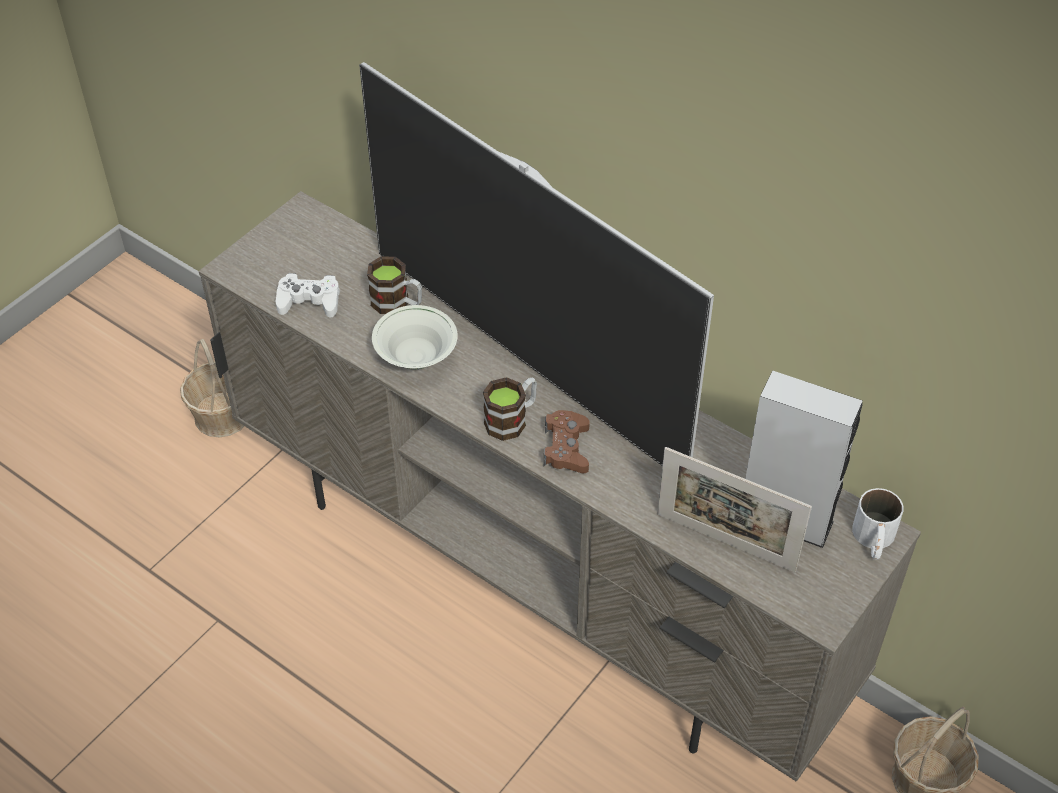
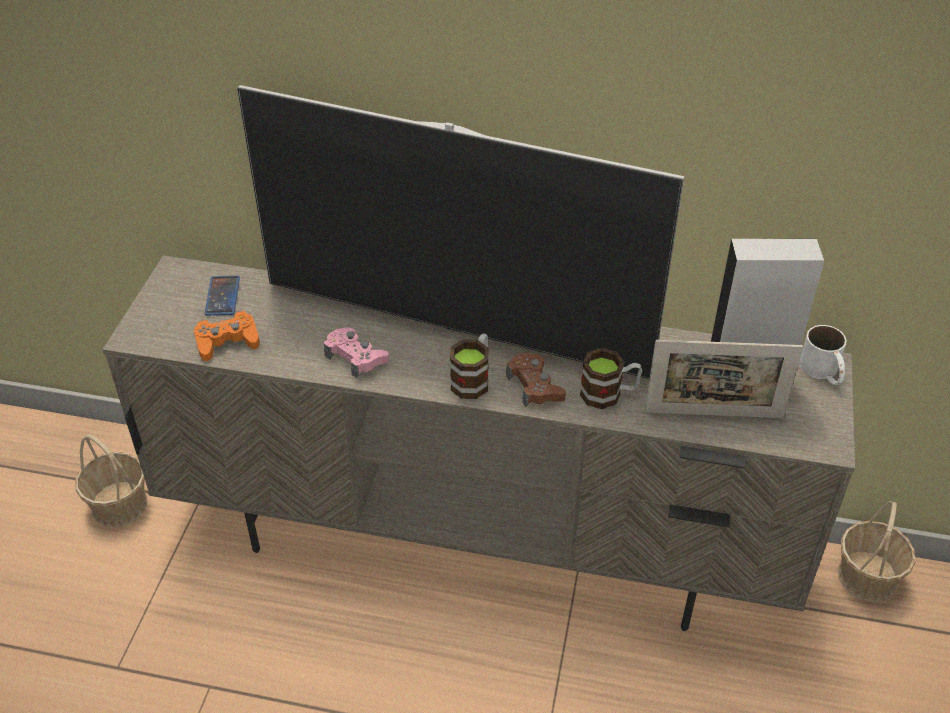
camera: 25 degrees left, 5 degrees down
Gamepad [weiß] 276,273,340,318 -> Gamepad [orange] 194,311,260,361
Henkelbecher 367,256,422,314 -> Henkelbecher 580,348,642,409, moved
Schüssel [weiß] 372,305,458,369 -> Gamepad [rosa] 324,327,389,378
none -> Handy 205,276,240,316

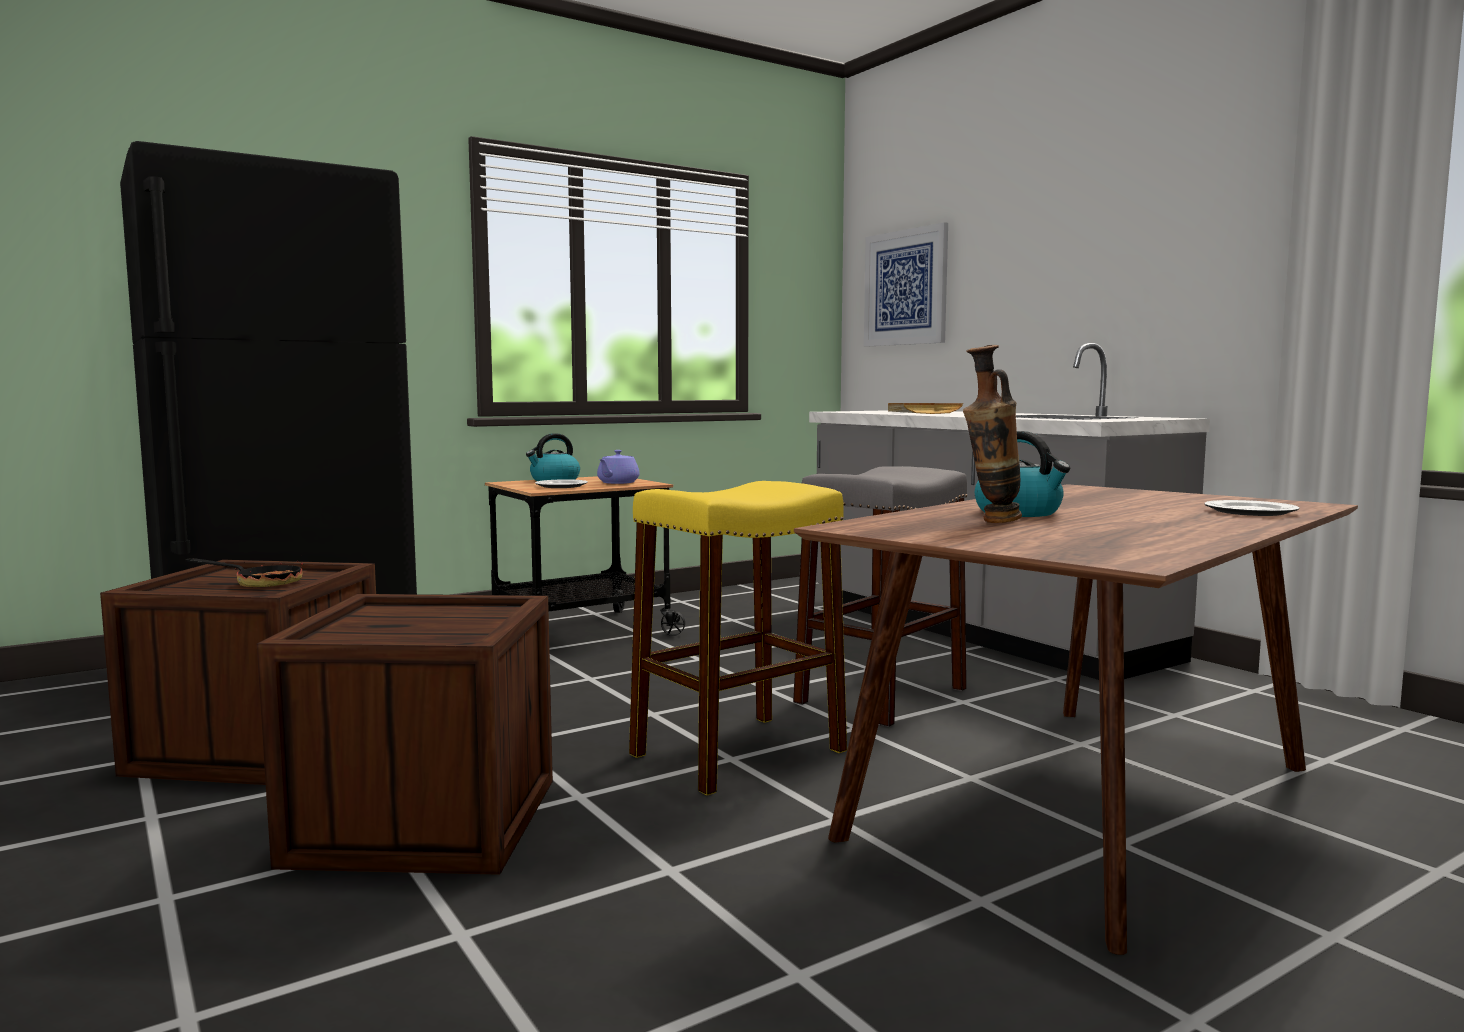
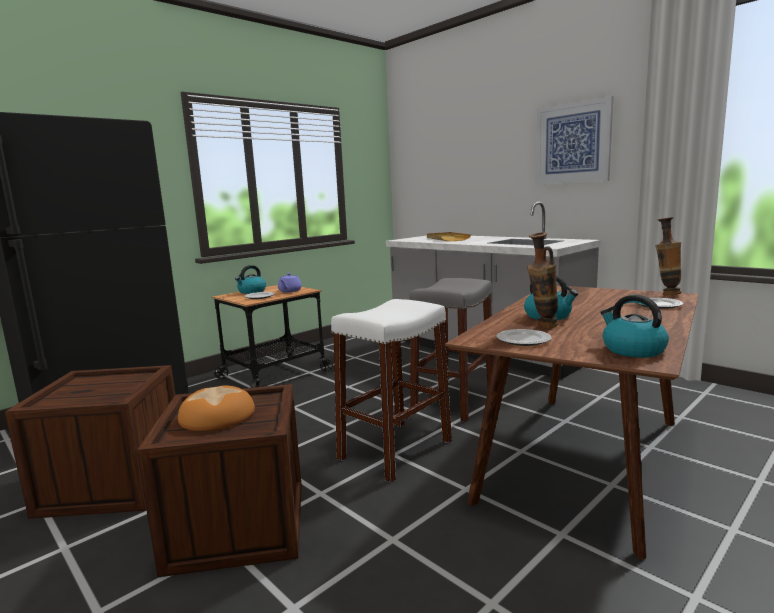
camera: 10 degrees left, 5 degrees up
Pfanne 185,558,303,587 -> none
Hocker [gelb] 629,481,847,795 -> Hocker [weiß] 331,299,452,483
Bild 864,222,948,347 -> Bild 536,96,613,185, moved
none -> Brot 178,385,255,431
none -> Teller 496,329,552,346
none -> Wasserkessel 600,295,669,358
none -> Vase 655,217,682,295

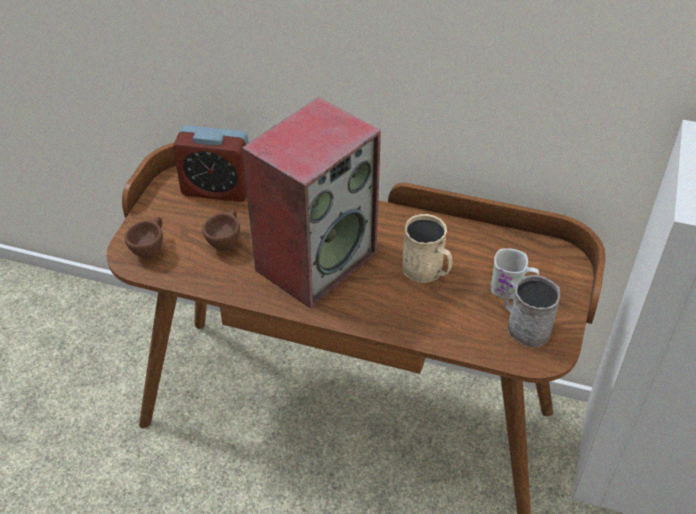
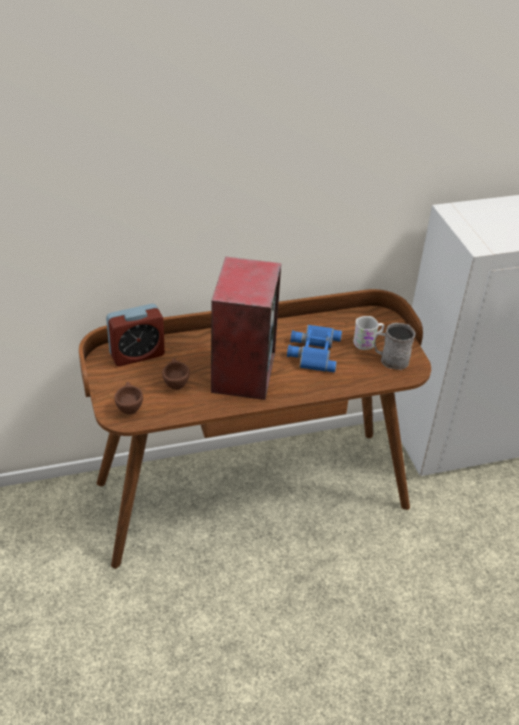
camera: 35 degrees left, 5 degrees down
Henkelbecher [beige] 402,214,453,283 -> Fernglas [blau] 287,325,342,372

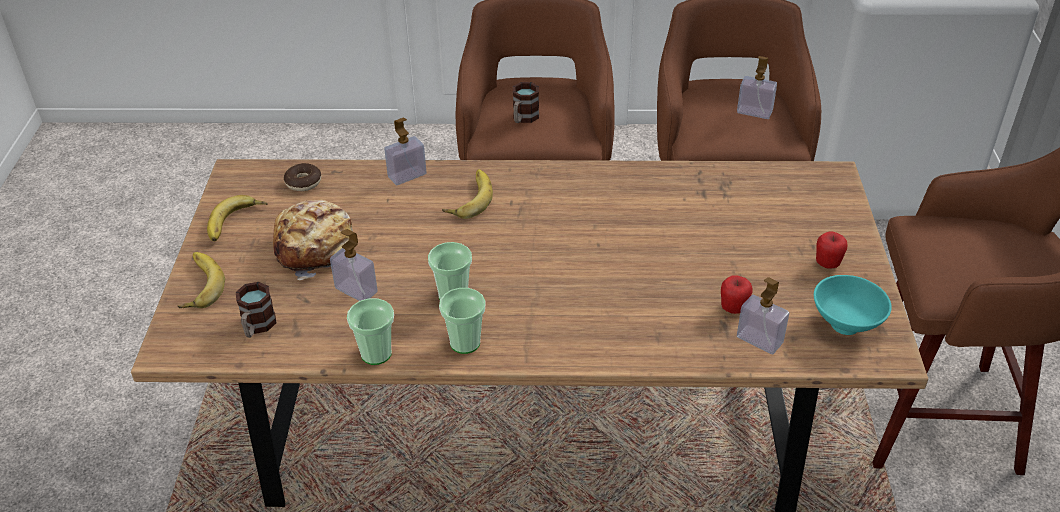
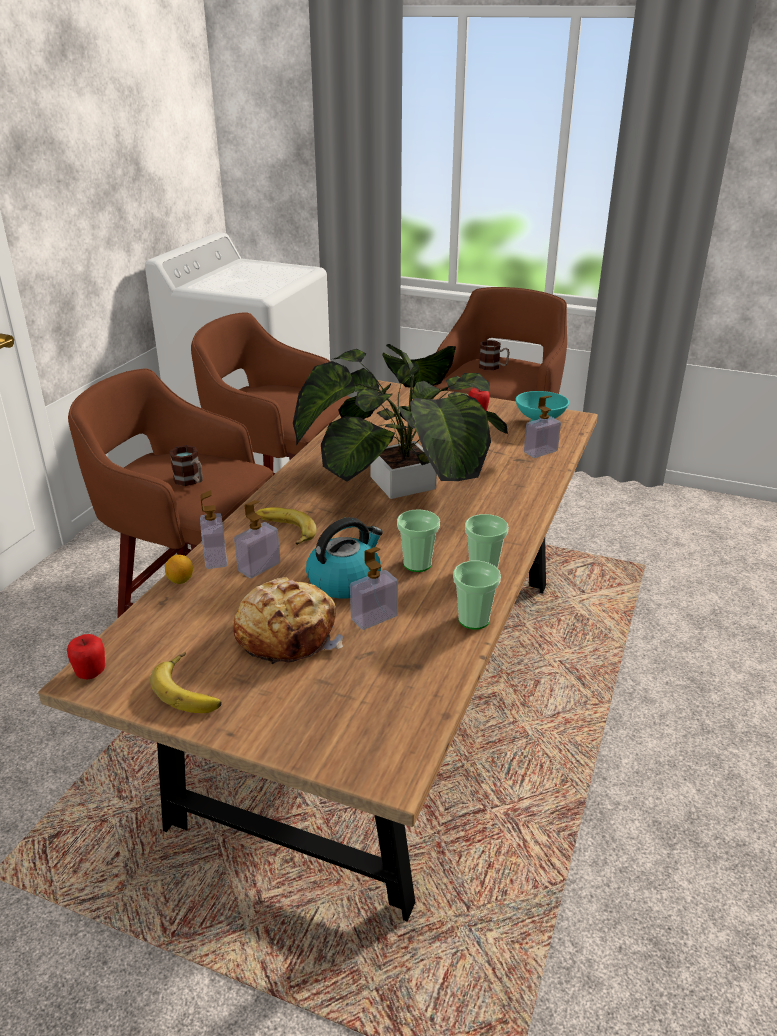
camera: 70 degrees left, 10 degrees down
Banane 178,252,225,308 -> none
Henkelbecher 236,282,276,338 -> Henkelbecher 479,340,510,370, moved
Donut 283,163,321,191 -> none
Apfel 721,275,752,314 -> Apfel 67,634,105,679, moved
Seifenspender 737,56,777,119 -> Seifenspender 234,500,280,578, moved
none -> Zitrone 165,555,193,584
none -> Topfpflanze 293,344,508,499
none -> Wasserkessel 306,517,383,599

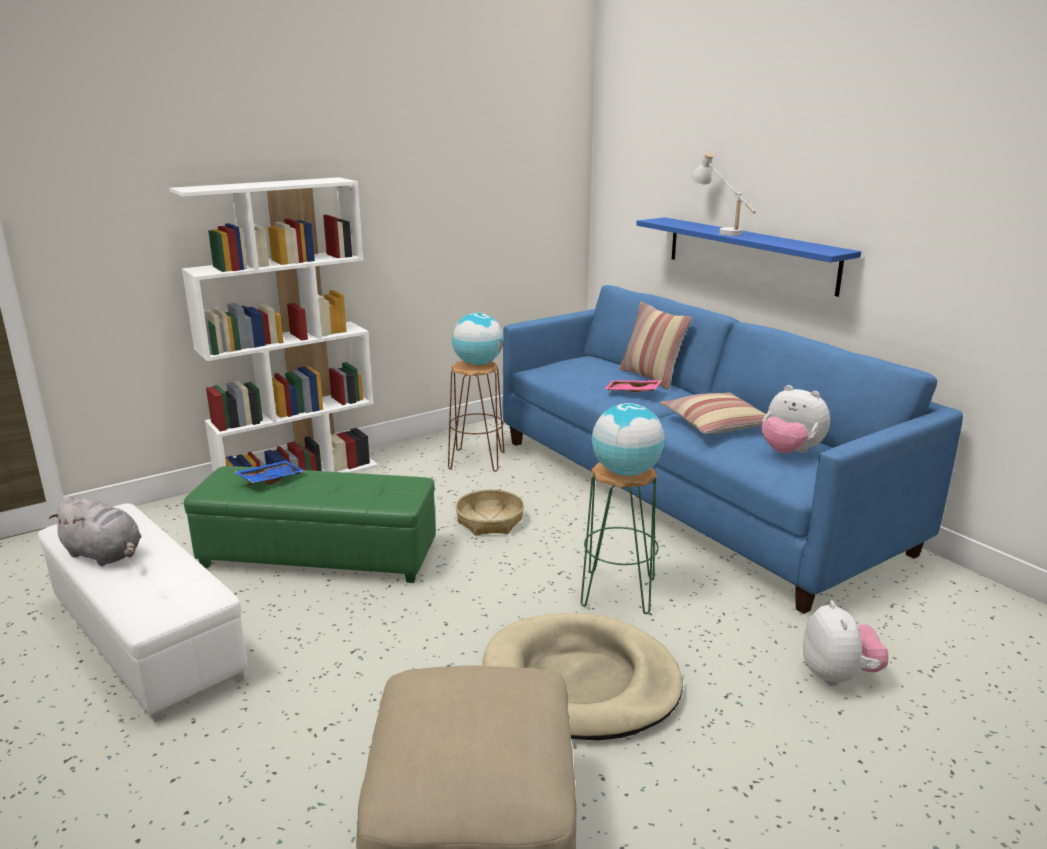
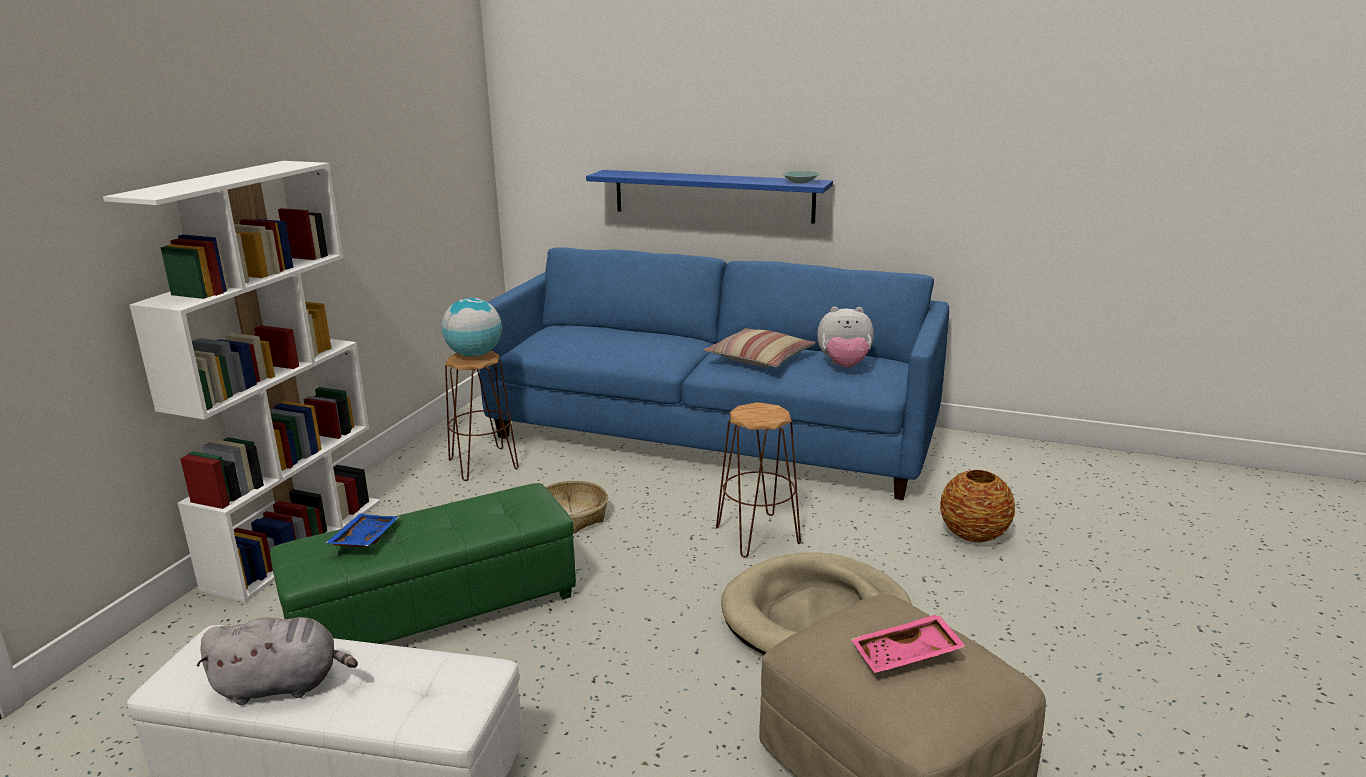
camera: 35 degrees left, 0 degrees up
Hocker [grün] 581,462,659,614 -> Hocker [braun] 716,402,801,558
Globus 592,403,665,476 -> none
Tablett [rosa] 604,380,662,392 -> Tablett [rosa] 851,614,966,673, moved
Kissen 619,302,692,390 -> none
Tischlampe [weiß] 691,153,756,236 -> none
Plüschtier 803,600,888,686 -> Vase 940,470,1015,543
none -> Schüssel [türkis] 782,170,820,183

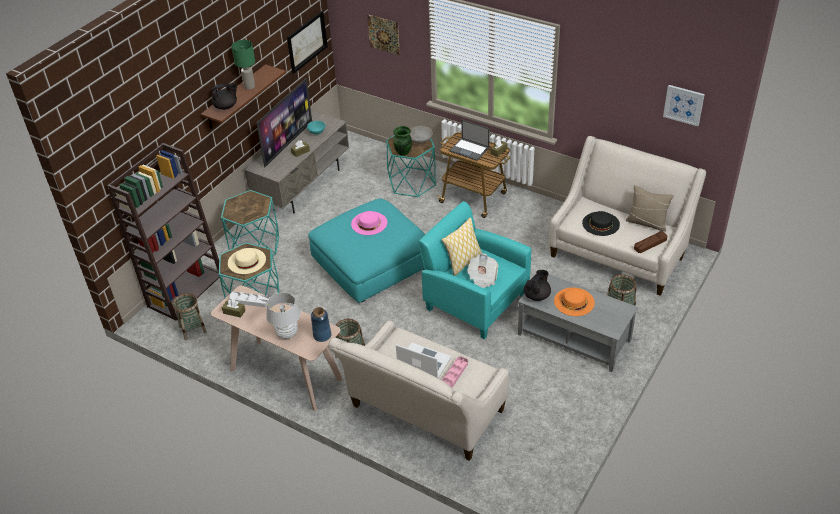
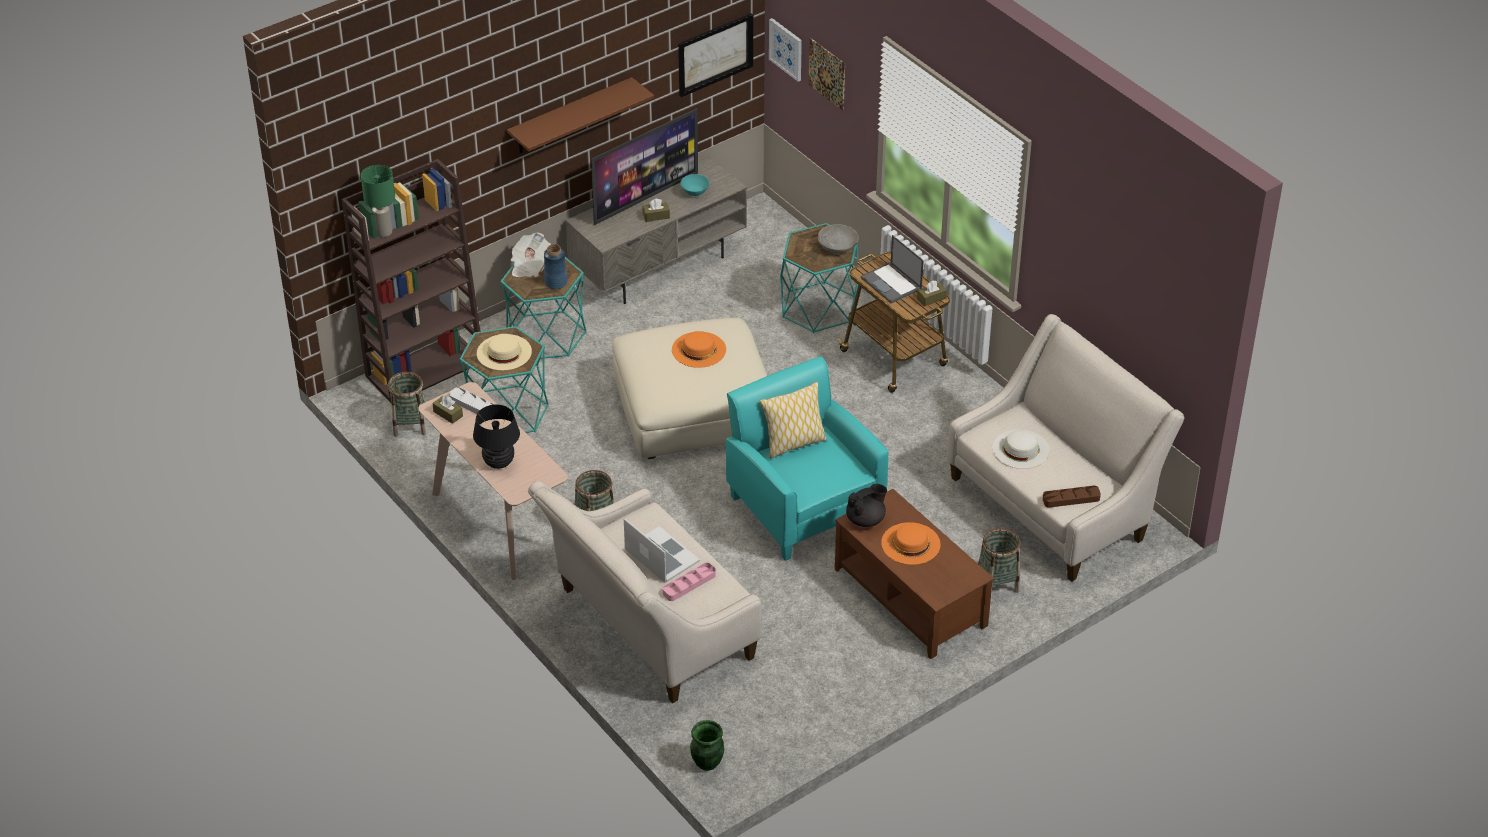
camera: 20 degrees right, 0 degrees up
Teekanne [schwarz] 211,83,237,110 -> none
Tischlampe [grün] 231,40,255,90 -> Tischlampe [grün] 361,165,395,237, moved
Tischlampe [weiß] 266,293,301,339 -> Tischlampe [schwarz] 473,404,520,469
Polsterhocker [türkis] 308,198,425,303 -> Polsterhocker [beige] 612,318,767,459
Vase [blau] 311,307,332,342 -> Vase [blau] 544,244,568,290, moved
Hut [rosa] 351,211,387,235 -> Hut [orange] 672,331,726,368
Vase [grün] 393,126,412,156 -> Vase [grün] 690,720,724,771, moved
Zeitung 467,253,499,288 -> Zeitung 511,233,551,277, moved
Couchtisch [grau] 518,274,638,372 -> Couchtisch [braun] 835,489,994,659
Hut [schwarz] 582,211,620,236 -> Hut [weiß] 992,429,1050,469
Kissen [beige] 626,185,674,232 -> none
Bild 663,85,705,126 -> Bild 769,18,802,82, moved

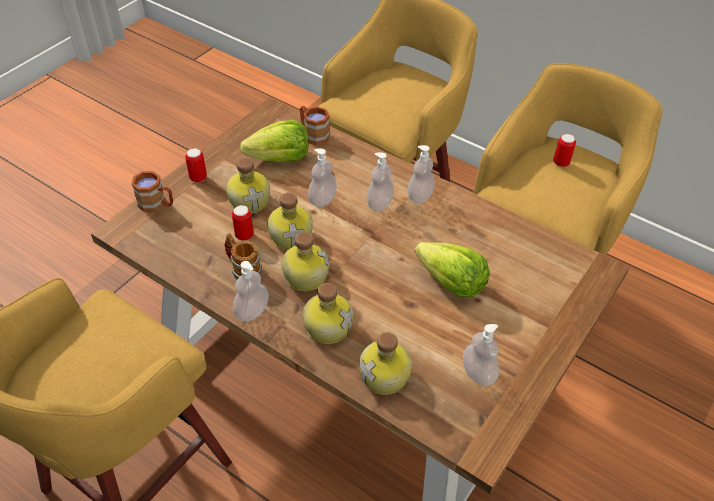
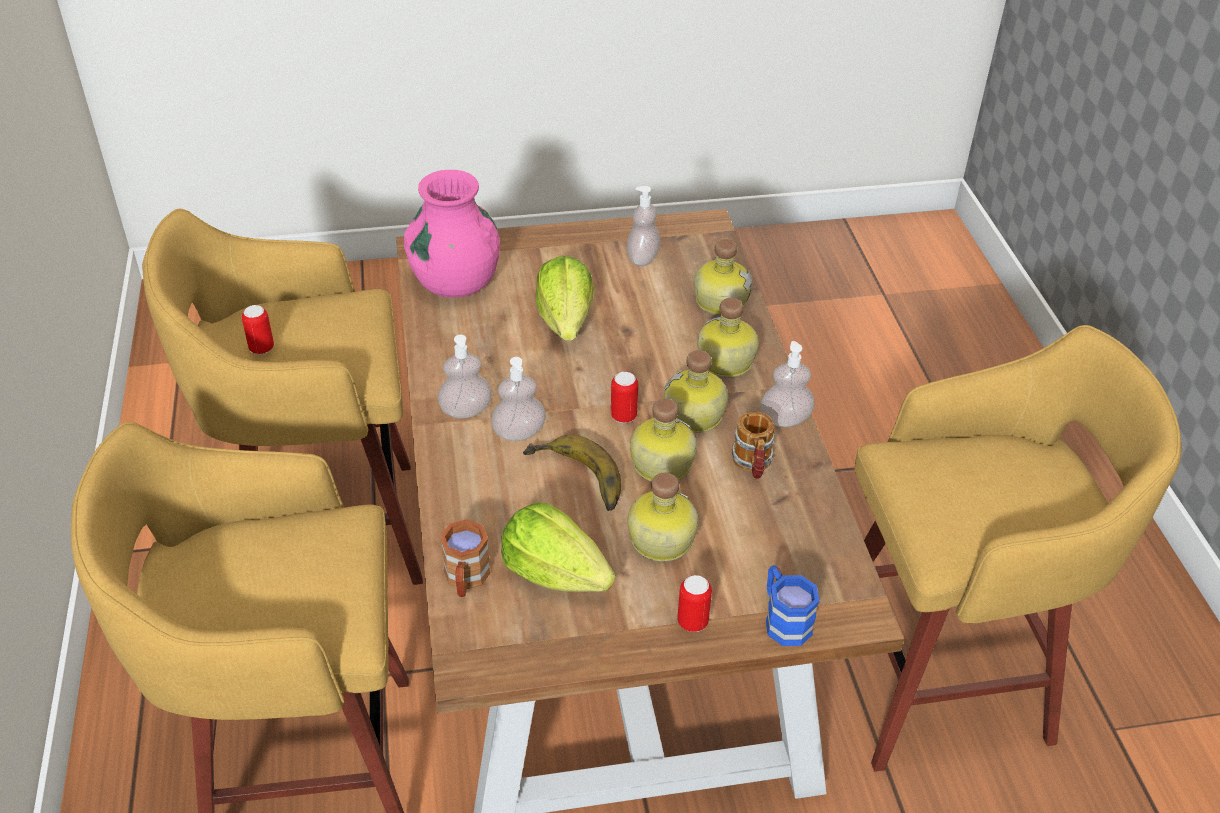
camera: 135 degrees left, 5 degrees down
Henkelbecher [braun] 132,171,173,212 -> Henkelbecher [blau] 766,565,819,646
Dose 232,205,253,241 -> Dose 611,372,638,423, moved
Seifenspender 308,149,337,207 -> Banane 523,435,621,511
none -> Vase [rosa] 404,170,500,298

